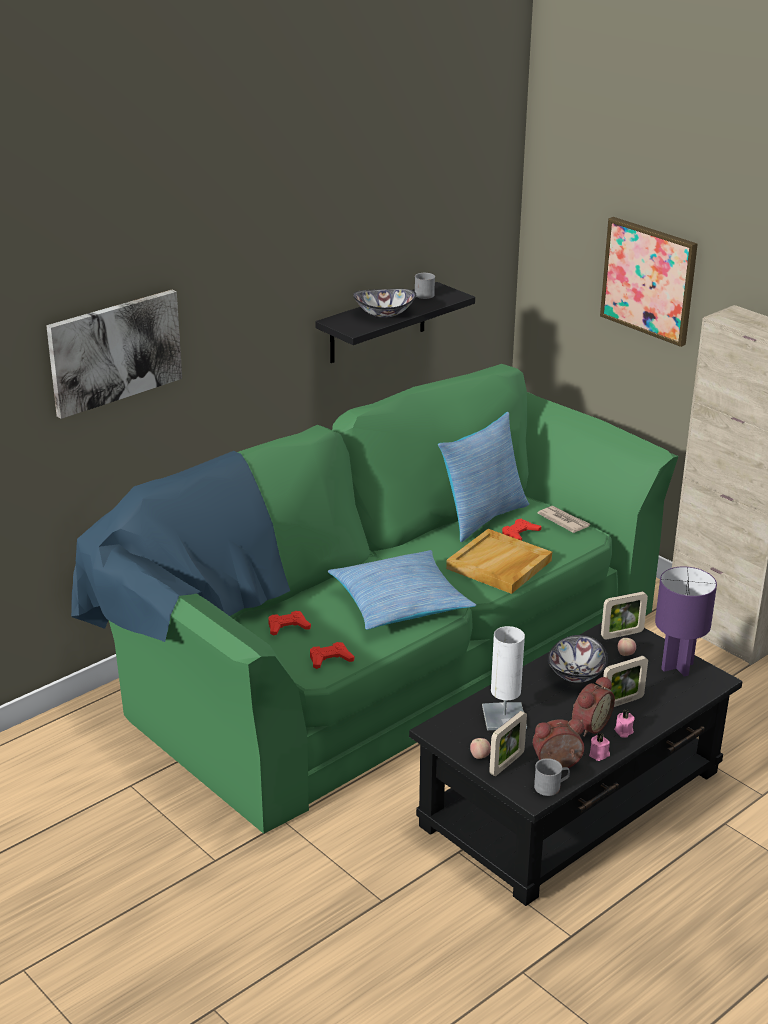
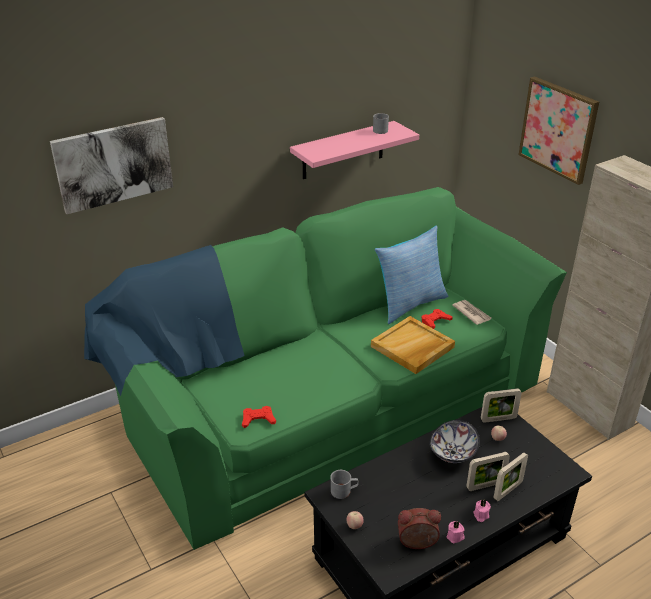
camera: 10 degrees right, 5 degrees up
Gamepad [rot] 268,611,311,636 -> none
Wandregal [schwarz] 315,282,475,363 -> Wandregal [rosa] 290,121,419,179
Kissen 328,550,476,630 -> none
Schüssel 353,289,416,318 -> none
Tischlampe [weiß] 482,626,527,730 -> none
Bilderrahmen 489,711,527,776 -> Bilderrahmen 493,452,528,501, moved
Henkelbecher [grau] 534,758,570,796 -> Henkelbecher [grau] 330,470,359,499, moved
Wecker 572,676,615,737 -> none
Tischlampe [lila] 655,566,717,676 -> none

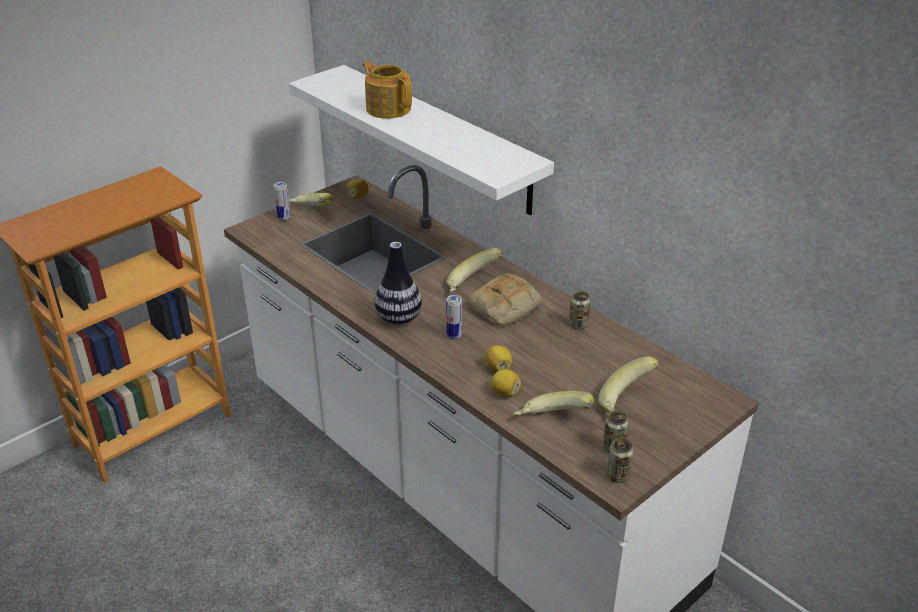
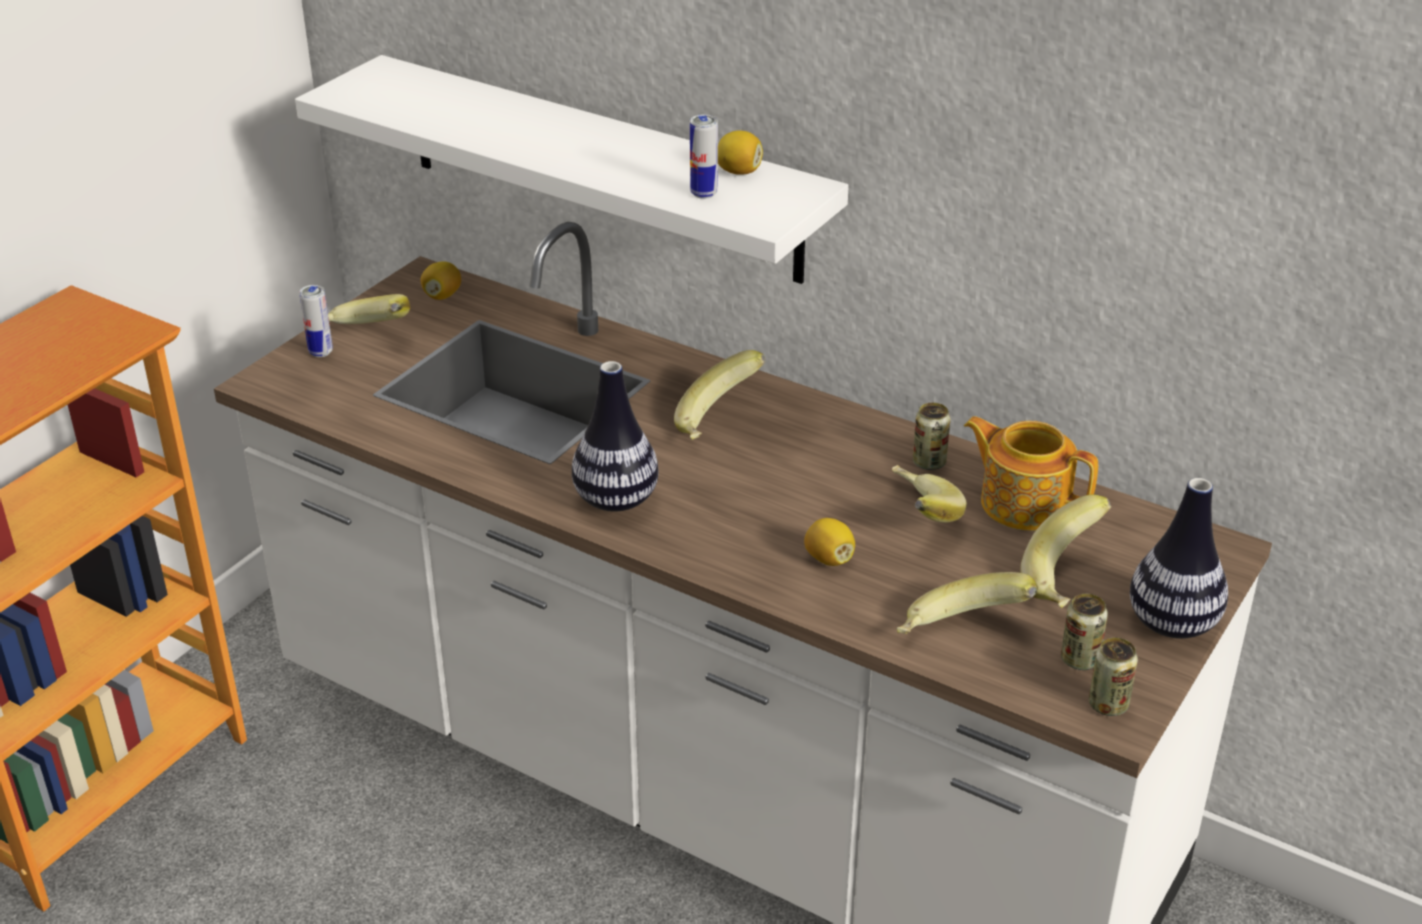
camera: 15 degrees left, 0 degrees up
Teekanne 363,61,412,119 -> Teekanne 964,416,1098,531, moved
Dose 446,295,462,339 -> Dose 690,115,718,199, moved
Brot 469,273,542,326 -> none
Zitrone 491,369,521,397 -> Zitrone 718,130,763,175, moved
none -> Banane 892,465,967,523
none -> Vase 1130,478,1228,639

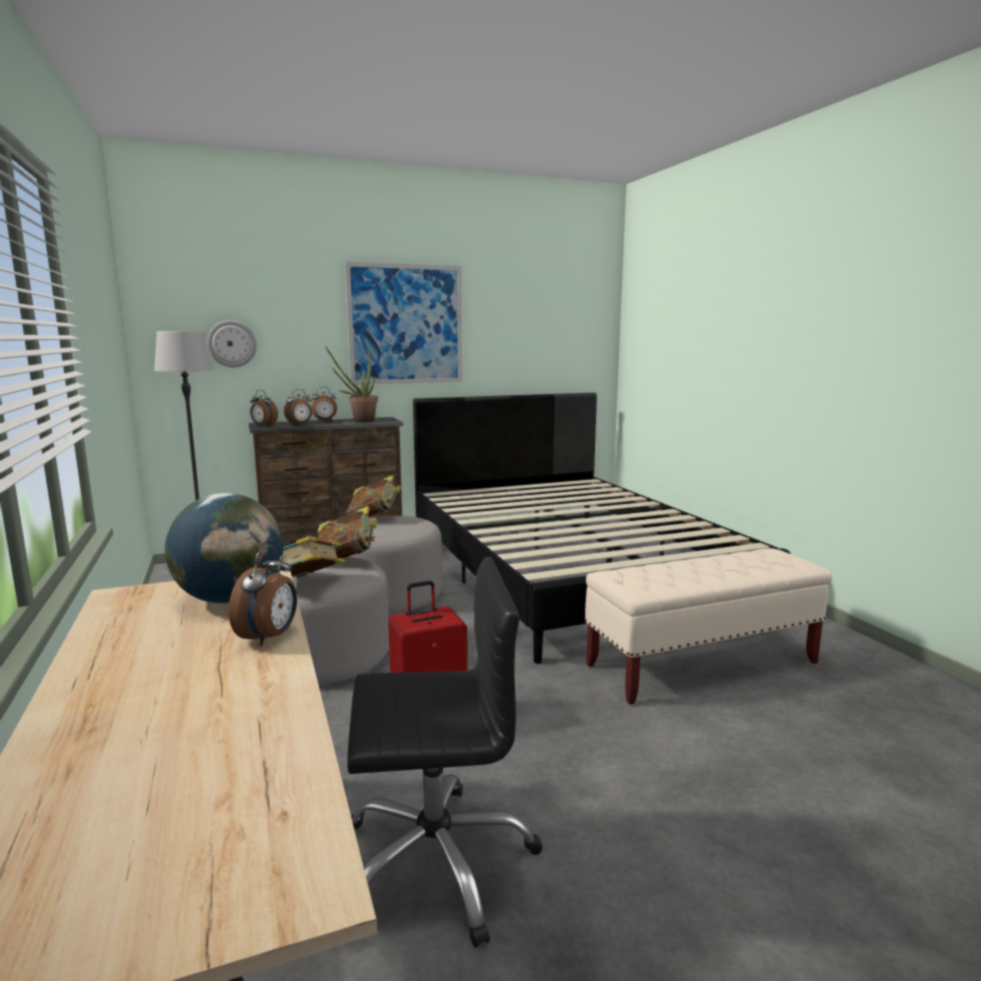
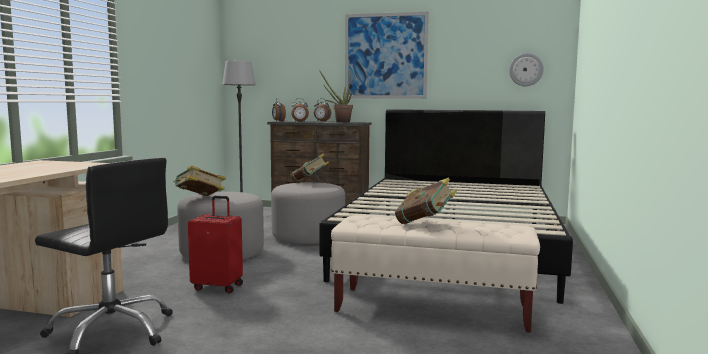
camera: 35 degrees right, 5 degrees down
Globus 165,493,283,604 -> none
Wanduhr 207,320,257,367 -> Wanduhr 509,53,544,86, moved
Wecker 229,545,297,646 -> none
Buch 317,506,377,558 -> Buch 395,178,457,224, moved

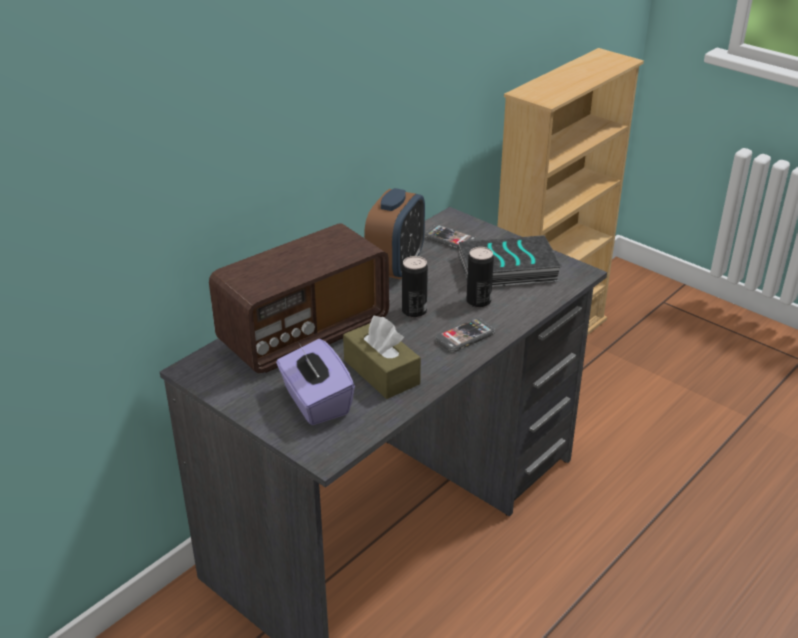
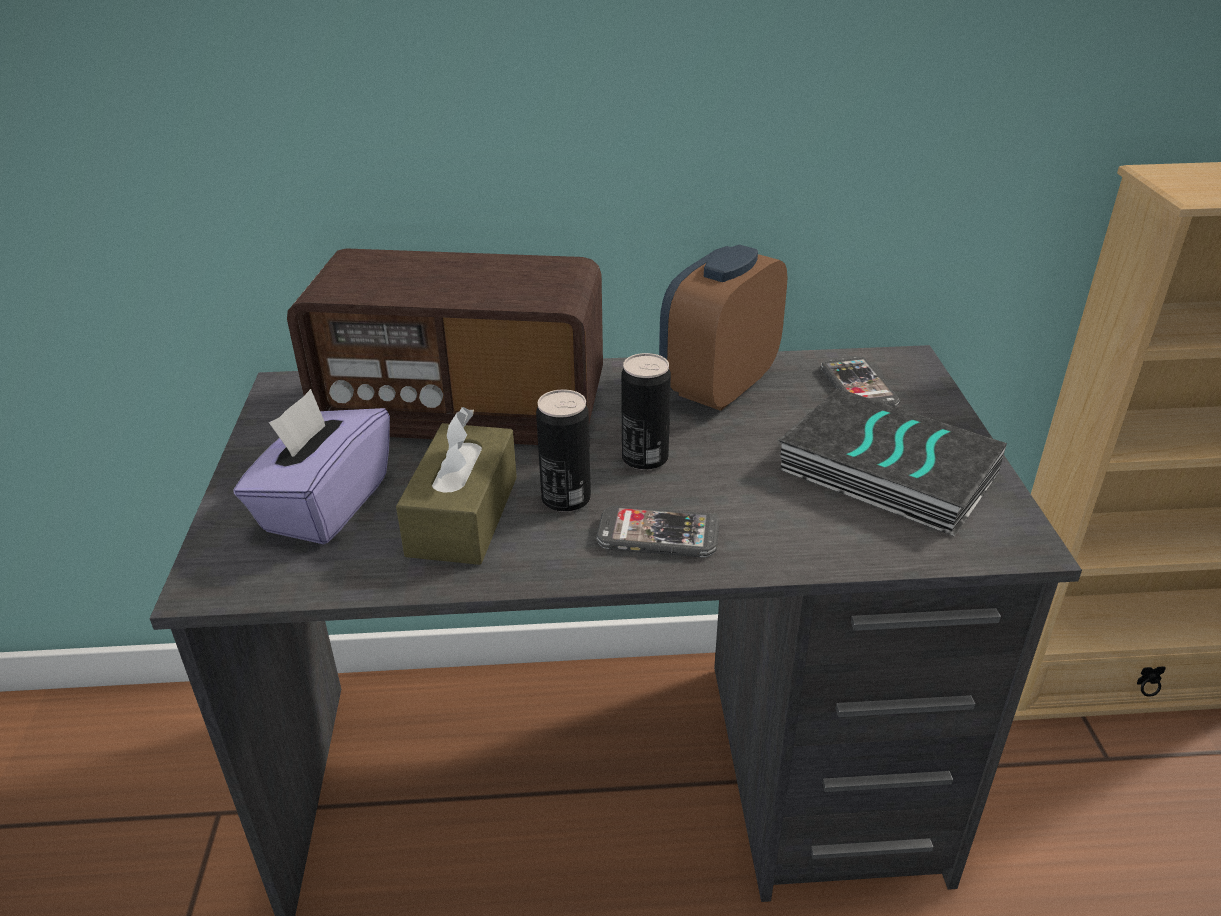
camera: 45 degrees right, 0 degrees up
Wecker 364,188,425,279 -> Wecker 659,245,787,411, 150 degrees clockwise
Dose 466,247,494,308 -> Dose 536,389,591,512, moved

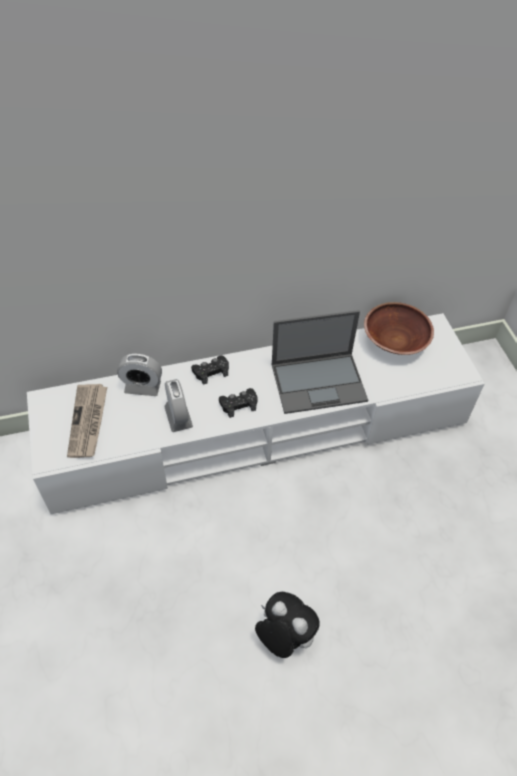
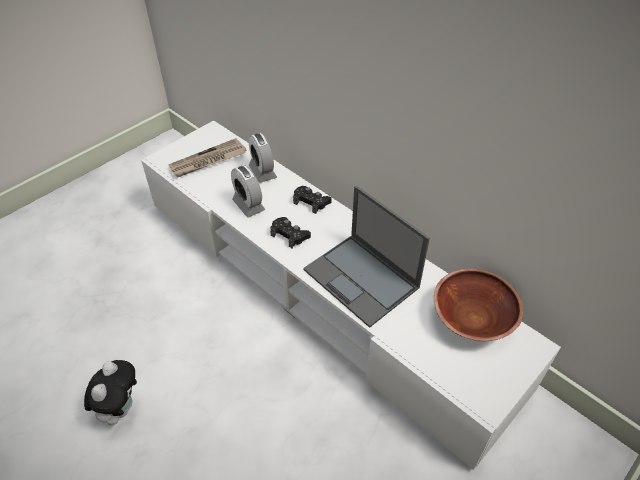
camera: 60 degrees right, 5 degrees down
Wecker 164,379,193,432 -> Wecker 231,165,265,218, 105 degrees clockwise

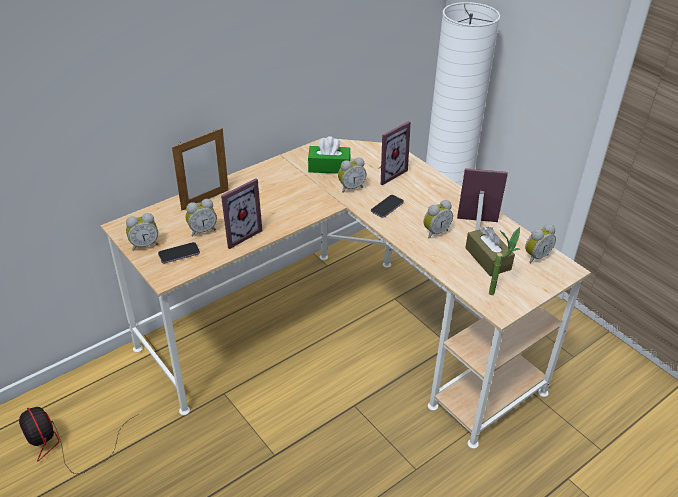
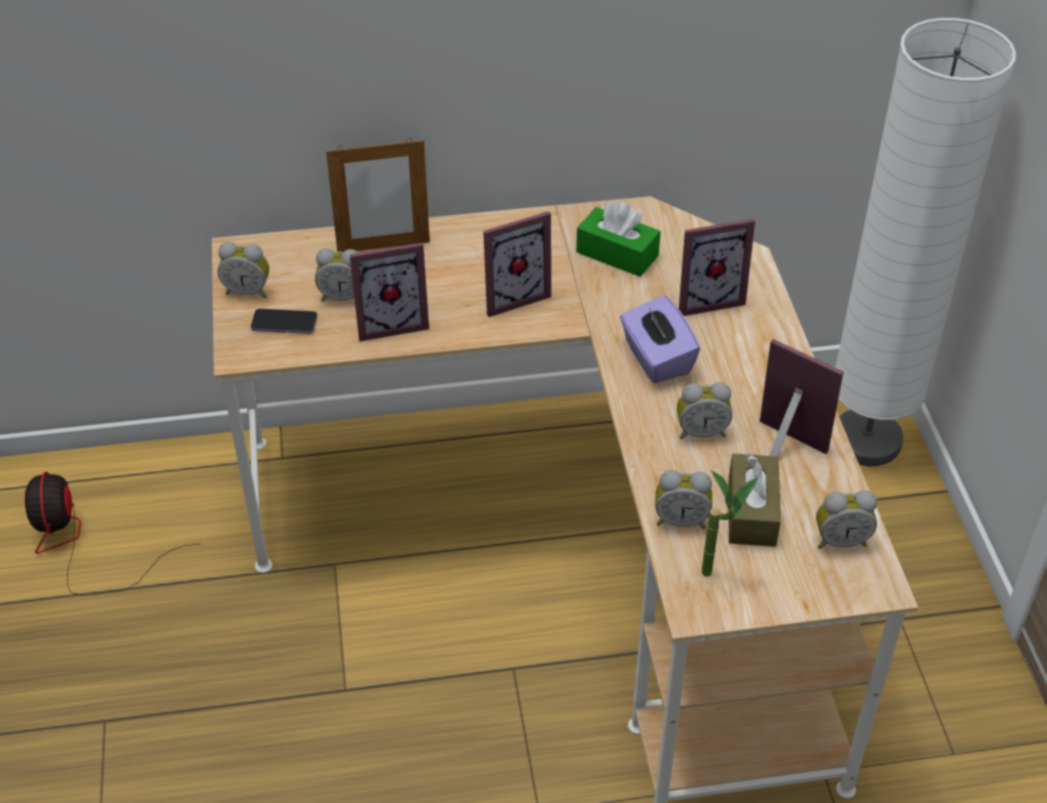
camera: 30 degrees right, 5 degrees up
Wecker 338,157,366,192 -> Wecker 655,470,712,529, moved
Handy 371,195,404,218 -> Taschentuchbox [lila] 620,295,700,383
none -> Bilderrahmen 483,211,551,317

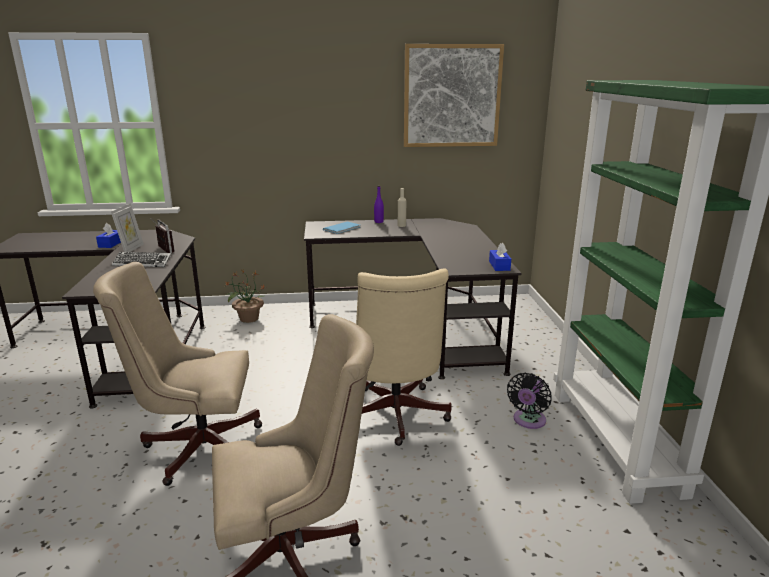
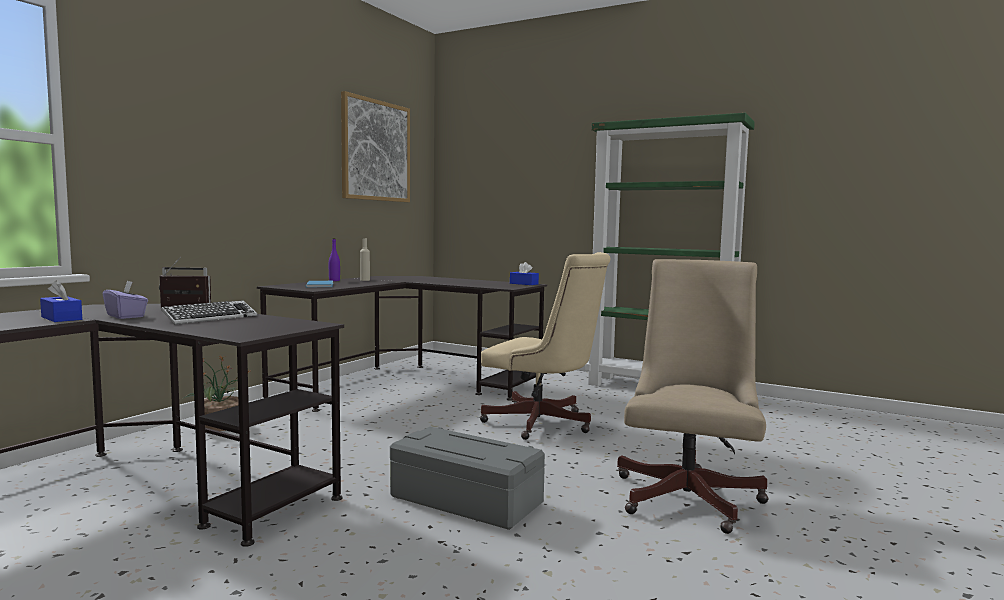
camera: 55 degrees left, 15 degrees down
Bürostuhl [beige] 93,262,262,486 -> Aufbewahrungsbox [grau] 390,427,545,530
Bilderrahmen 111,203,144,252 -> Taschentuchbox [lila] 103,280,148,319
Ventilator [schwarz] 507,373,552,429 -> none

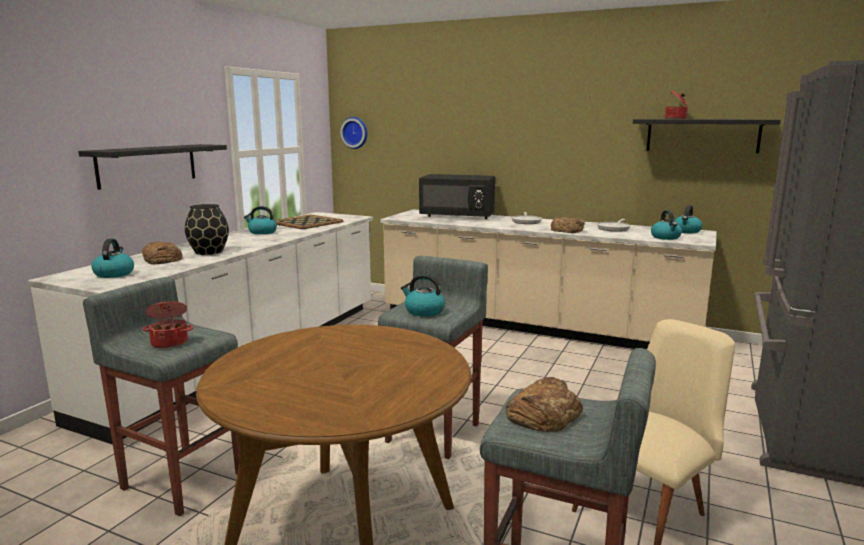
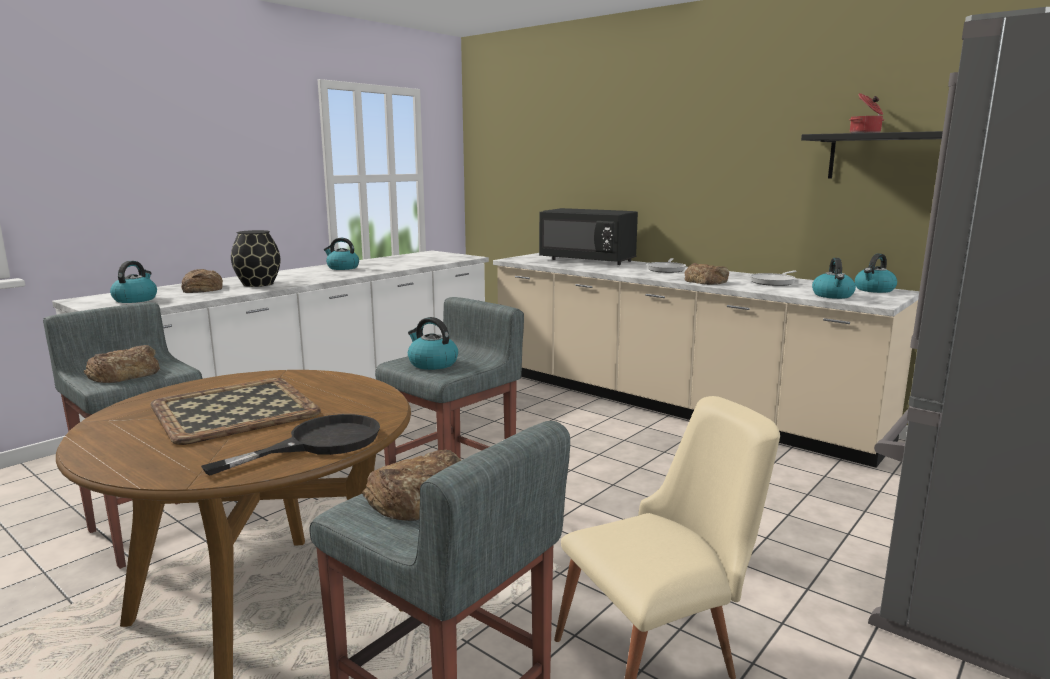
camera: 15 degrees right, 0 degrees up
Wandregal [schwarz] 78,144,227,190 -> none
Kochtopf 143,301,193,349 -> Brot 84,345,160,383
Tablett 274,215,343,229 -> Tablett 150,378,321,445, moved
Wanduhr 340,117,367,149 -> none
none -> Pfanne [schwarz] 201,414,380,475

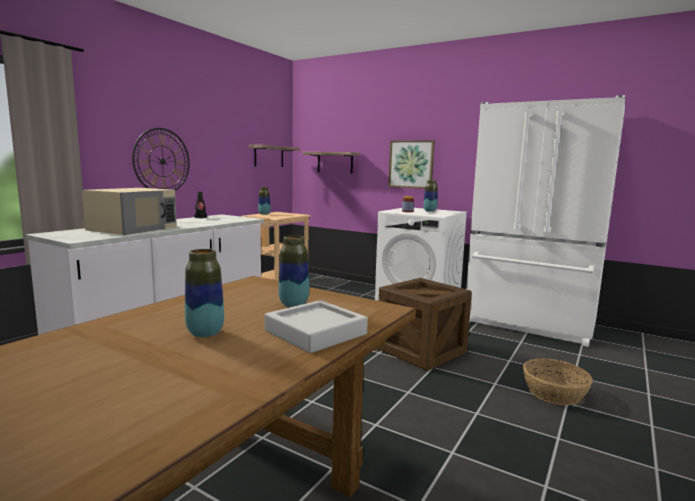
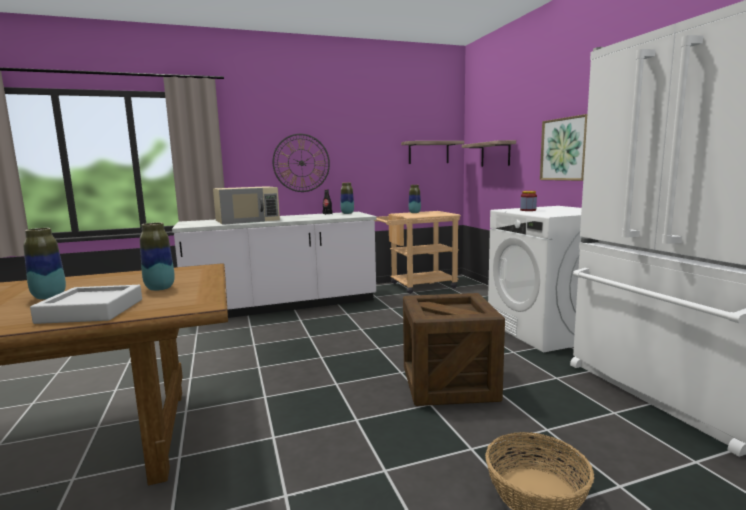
camera: 40 degrees right, 0 degrees up
Vase 424,180,438,212 -> Vase 341,183,354,214, moved

